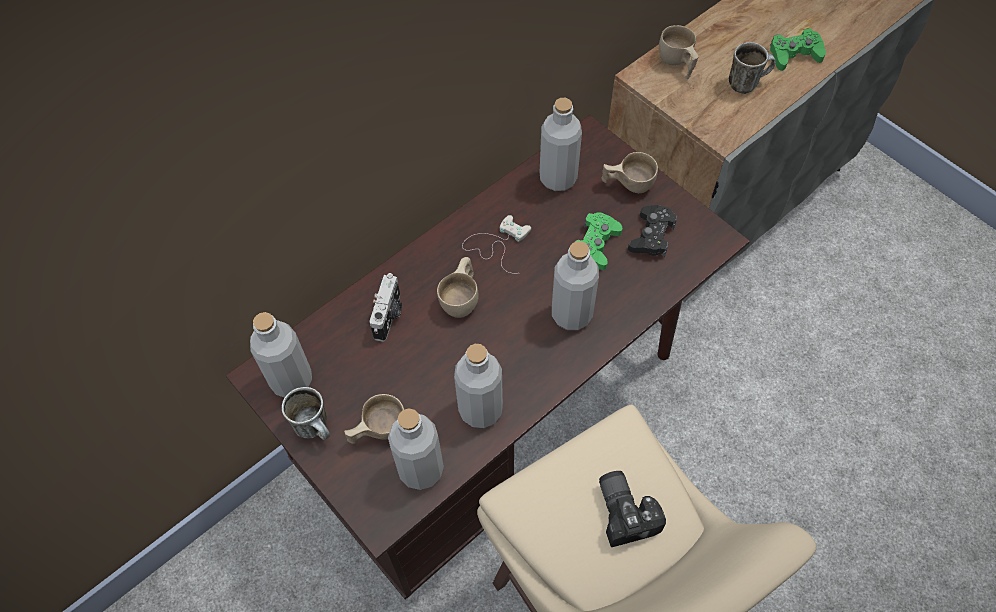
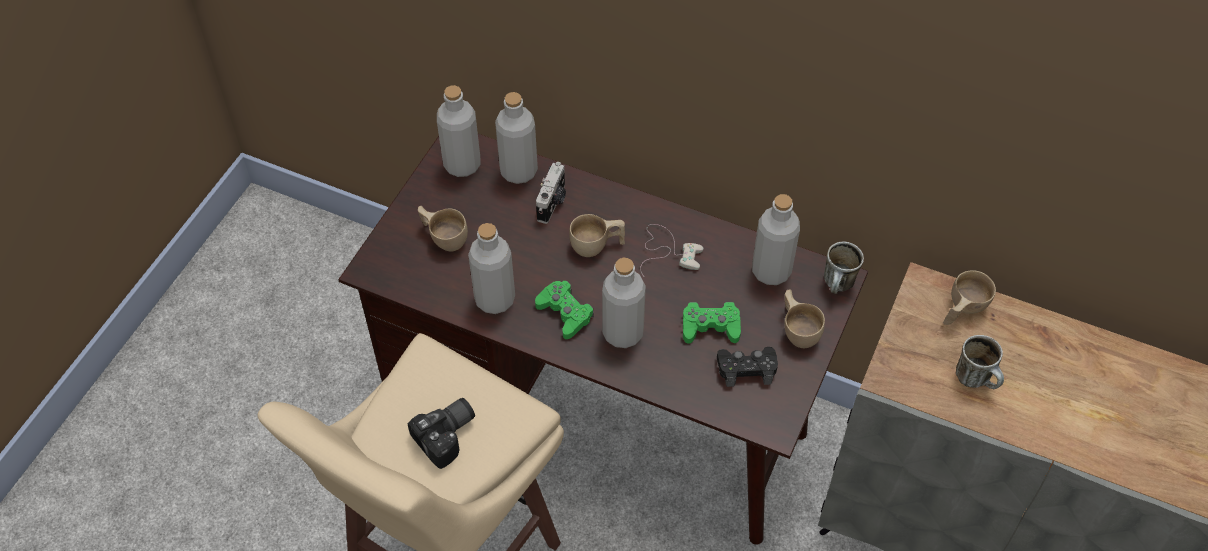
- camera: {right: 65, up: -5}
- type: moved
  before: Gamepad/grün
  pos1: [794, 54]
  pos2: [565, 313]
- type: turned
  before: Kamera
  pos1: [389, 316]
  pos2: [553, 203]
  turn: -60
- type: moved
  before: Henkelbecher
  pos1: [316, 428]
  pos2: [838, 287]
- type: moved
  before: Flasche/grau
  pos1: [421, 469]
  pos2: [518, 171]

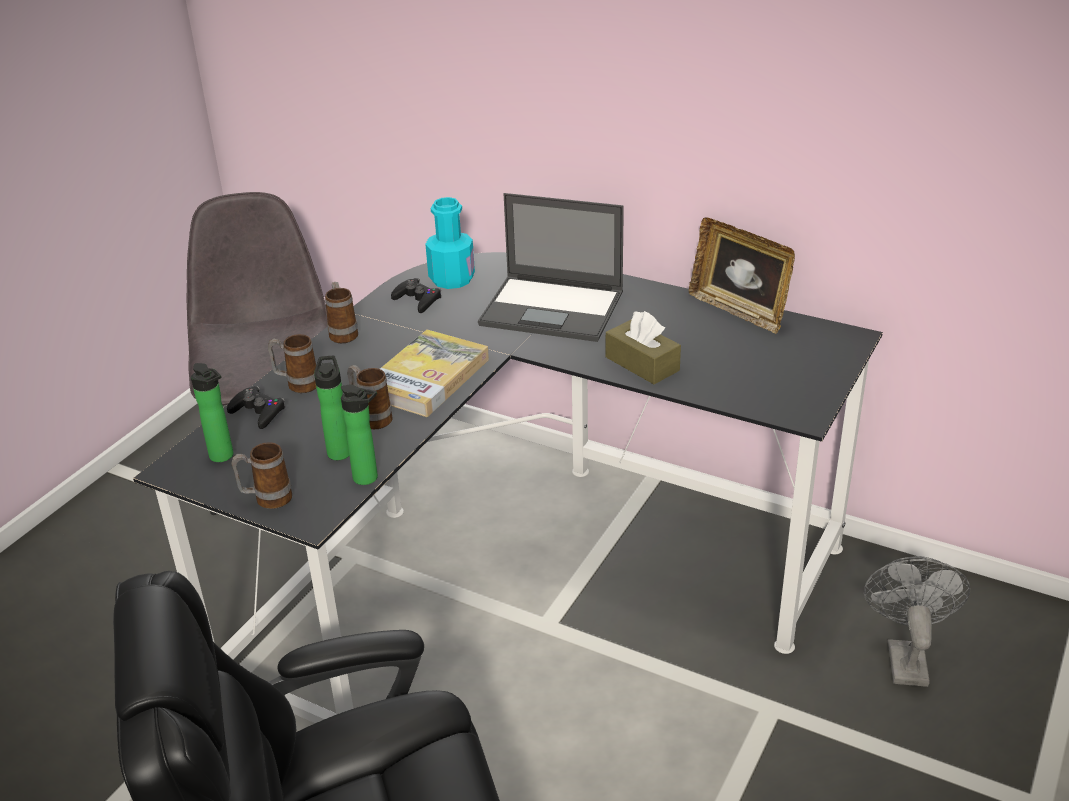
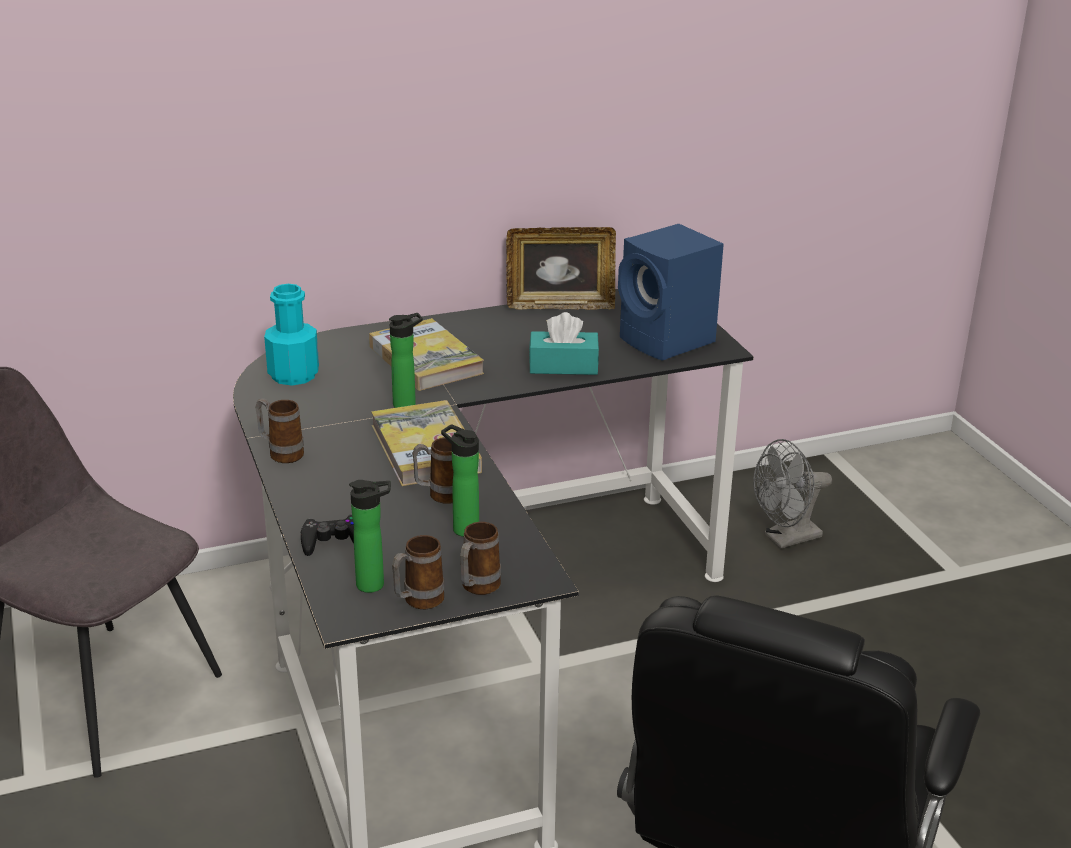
- camera: {right: -50, up: -5}
- type: replaced
  before: Laptop
  after: Buch
  pos1: [554, 309]
  pos2: [425, 360]
- type: removed
  before: Gamepad/schwarz
  pos1: [417, 300]
- type: recoloured
  before: Taschentuchbox/braun
  after: Taschentuchbox/türkis
  pos1: [642, 364]
  pos2: [563, 366]
- type: moved
  before: Henkelbecher
  pos1: [297, 385]
  pos2: [417, 602]
- type: moved
  before: Flasche
  pos1: [369, 478]
  pos2: [408, 404]
- type: turned
  before: Ventilator/grau
  pos1: [905, 657]
  pos2: [786, 539]
  turn: -75
- type: added
  after: Lautsprecher/blau
  pos2: [668, 342]

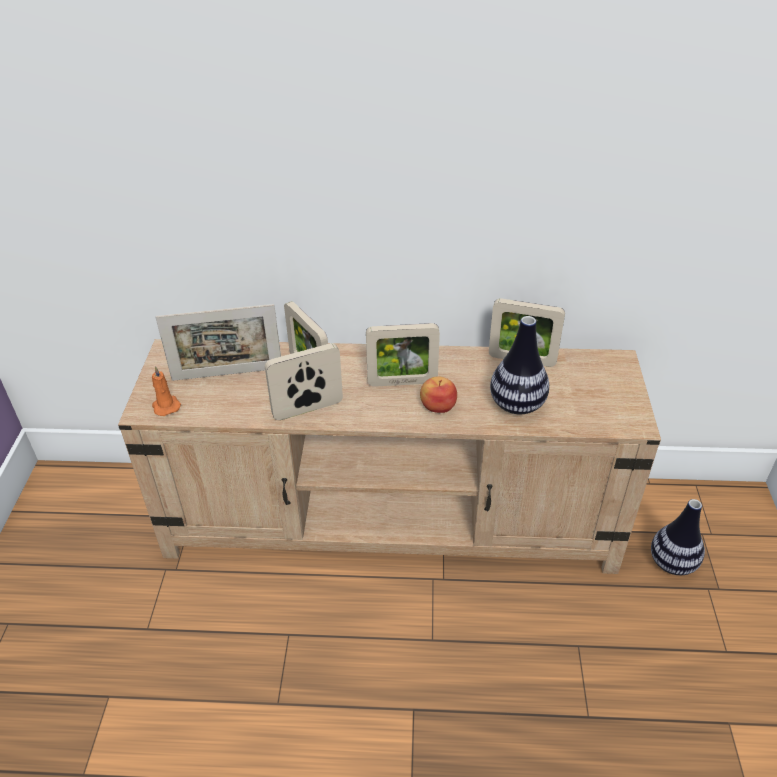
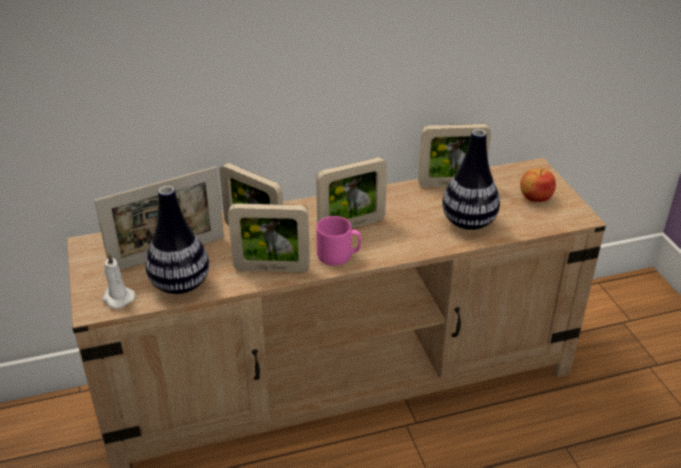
- camera: {right: -20, up: -5}
- type: turned
  before: Bilderrahmen
  pos1: [308, 409]
  pos2: [271, 268]
  turn: -135
- type: recoloured
  before: Kerze/orange
  after: Kerze/weiß
  pos1: [166, 406]
  pos2: [117, 298]
- type: moved
  before: Apfel
  pos1: [438, 406]
  pos2: [535, 197]
- type: moved
  before: Vase
  pos1: [672, 563]
  pos2: [180, 284]
- type: added
  after: Henkelbecher/rosa
  pos2: [339, 256]

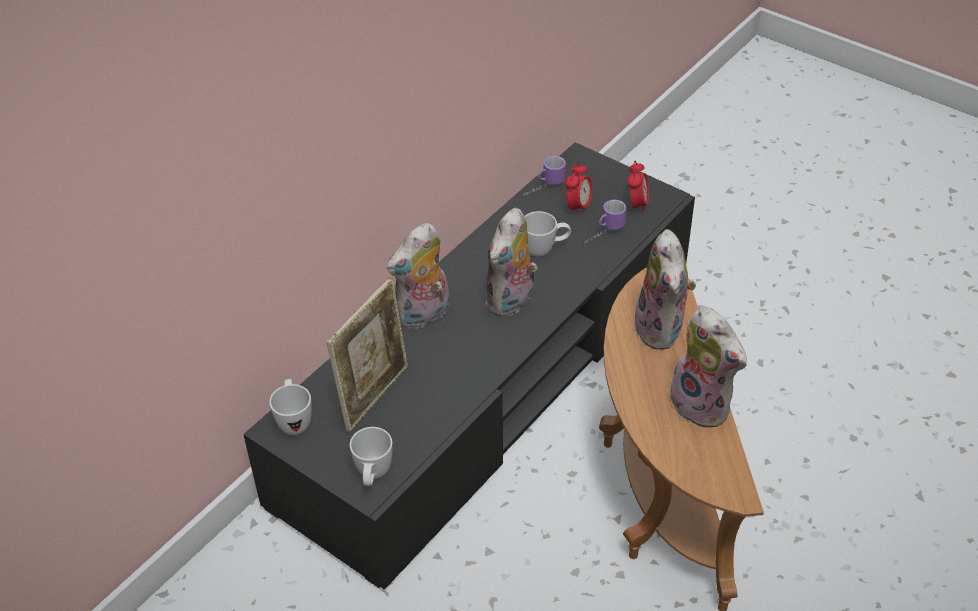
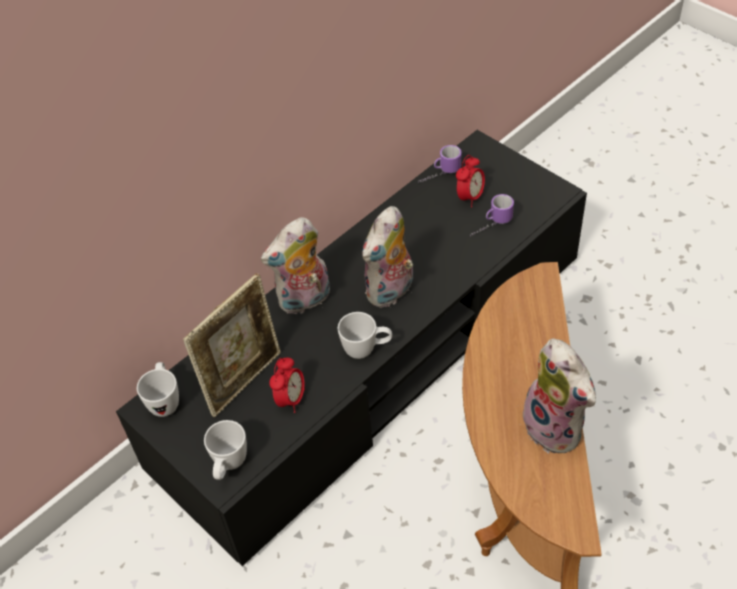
- camera: {right: 10, up: 5}
- type: moved
  before: Wecker
  pos1: [637, 205]
  pos2: [291, 399]
- type: moved
  before: Henkelbecher/weiß
  pos1: [545, 249]
  pos2: [366, 349]
- type: removed
  before: Plüschtier
  pos1: [662, 330]

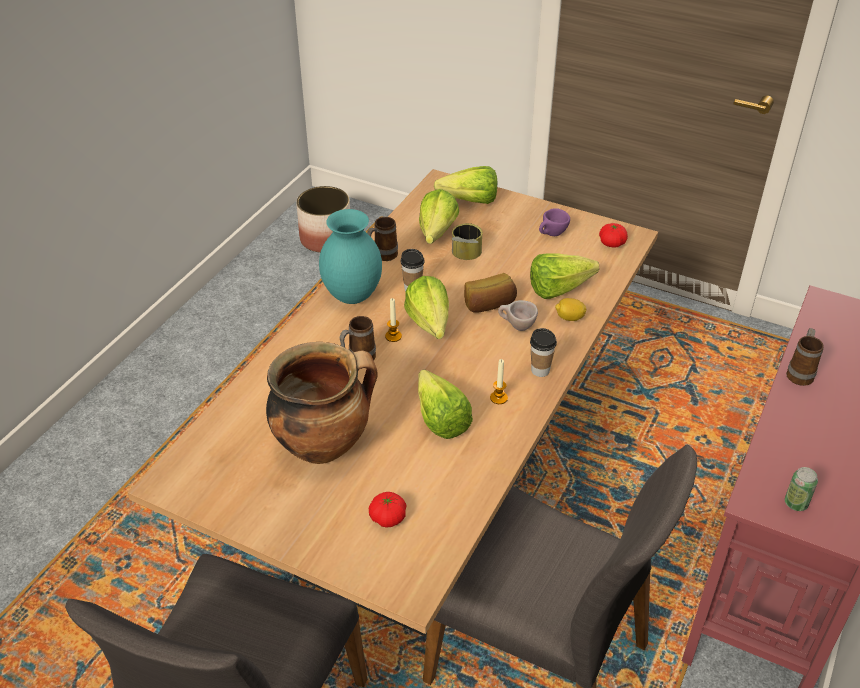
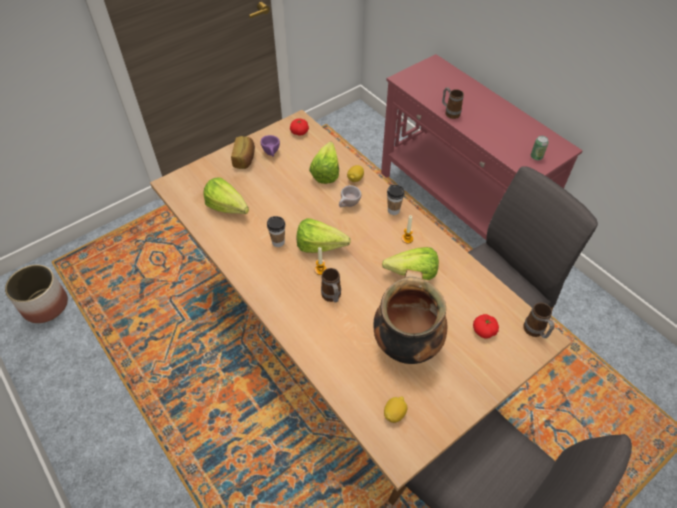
- camera: {right: -65, up: 10}
- type: removed
  before: Salatkopf
  pos1: [465, 200]
- type: removed
  before: Vase/türkis
  pos1: [353, 295]
- type: moved
  before: Henkelbecher
  pos1: [382, 256]
  pos2: [535, 332]
- type: removed
  before: Dose
  pos1: [465, 256]
- type: moved
  before: Brot
  pos1: [489, 305]
  pos2: [245, 159]
- type: added
  after: Zitrone
  pos2: [394, 413]

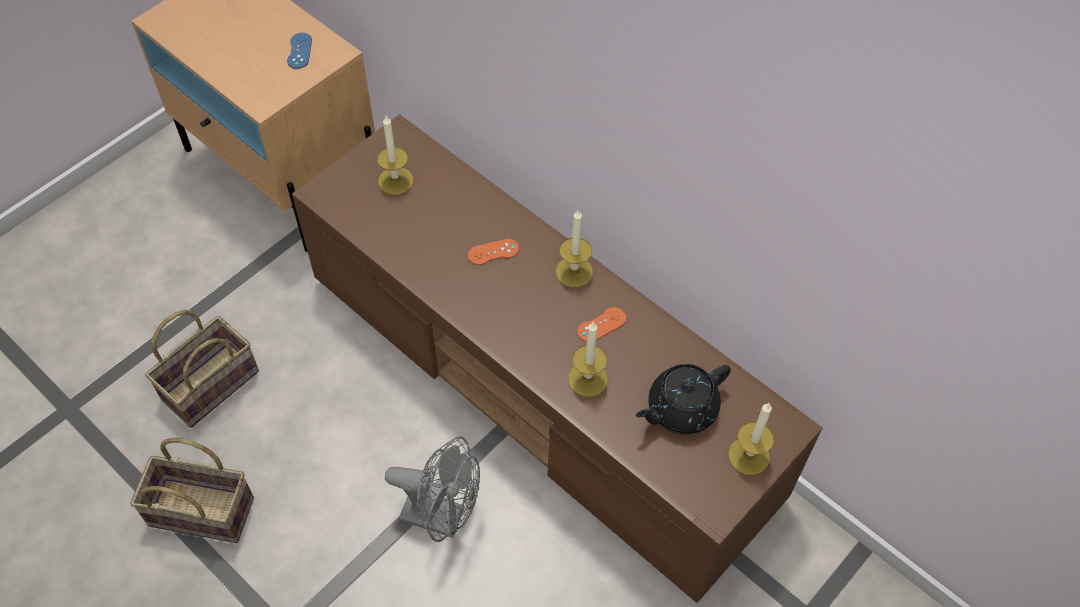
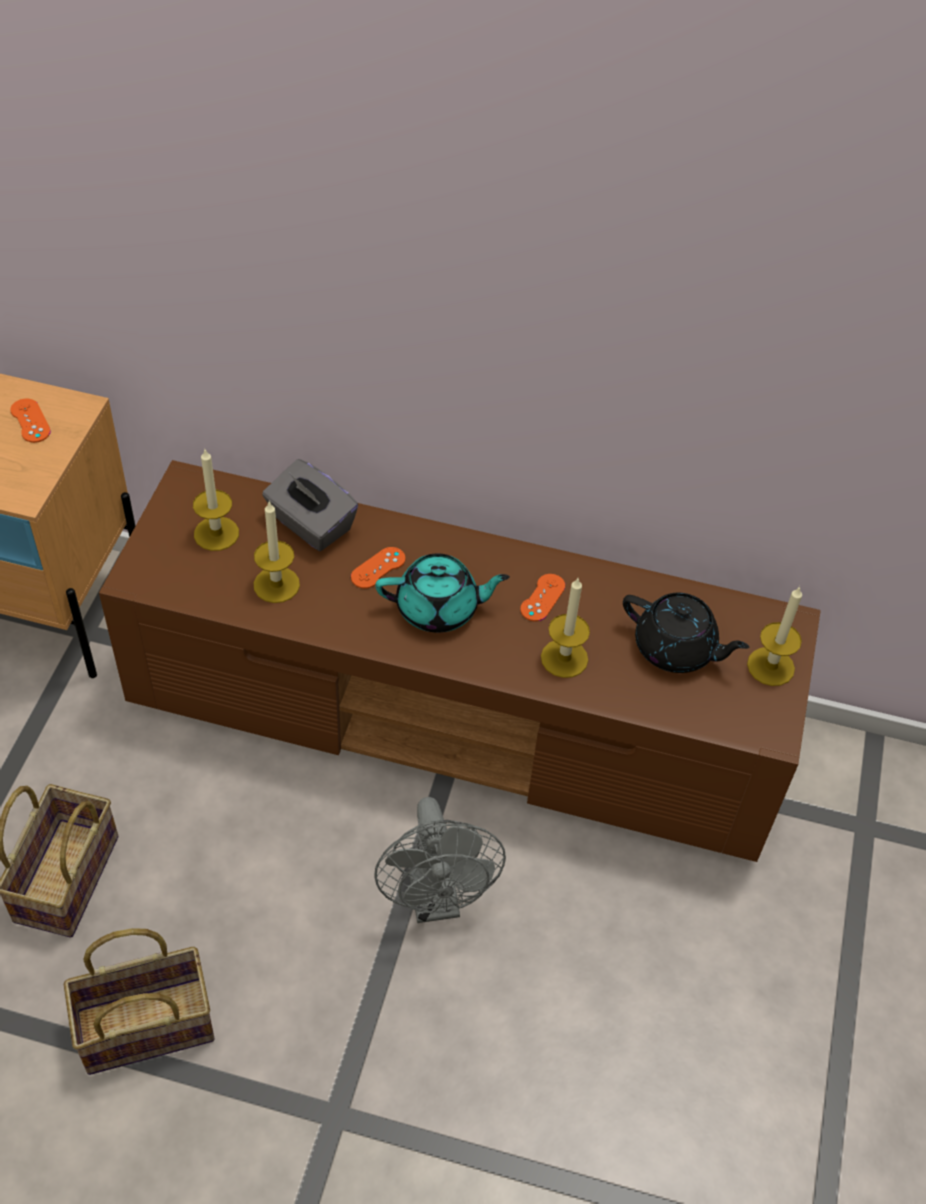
- camera: {right: -30, up: -5}
- type: recoloured
  before: Gamepad/blau
  after: Gamepad/orange
  pos1: [299, 51]
  pos2: [30, 421]
- type: moved
  before: Kerze
  pos1: [574, 272]
  pos2: [276, 584]
- type: turned
  before: Teekanne/schwarz
  pos1: [680, 409]
  pos2: [676, 649]
  turn: -90
- type: turned
  before: Ventilator/grau
  pos1: [442, 517]
  pos2: [436, 900]
  turn: 90
- type: added
  after: Taschentuchbox/grau
  pos2: [310, 524]
- type: added
  after: Teekanne/türkis
  pos2: [439, 608]

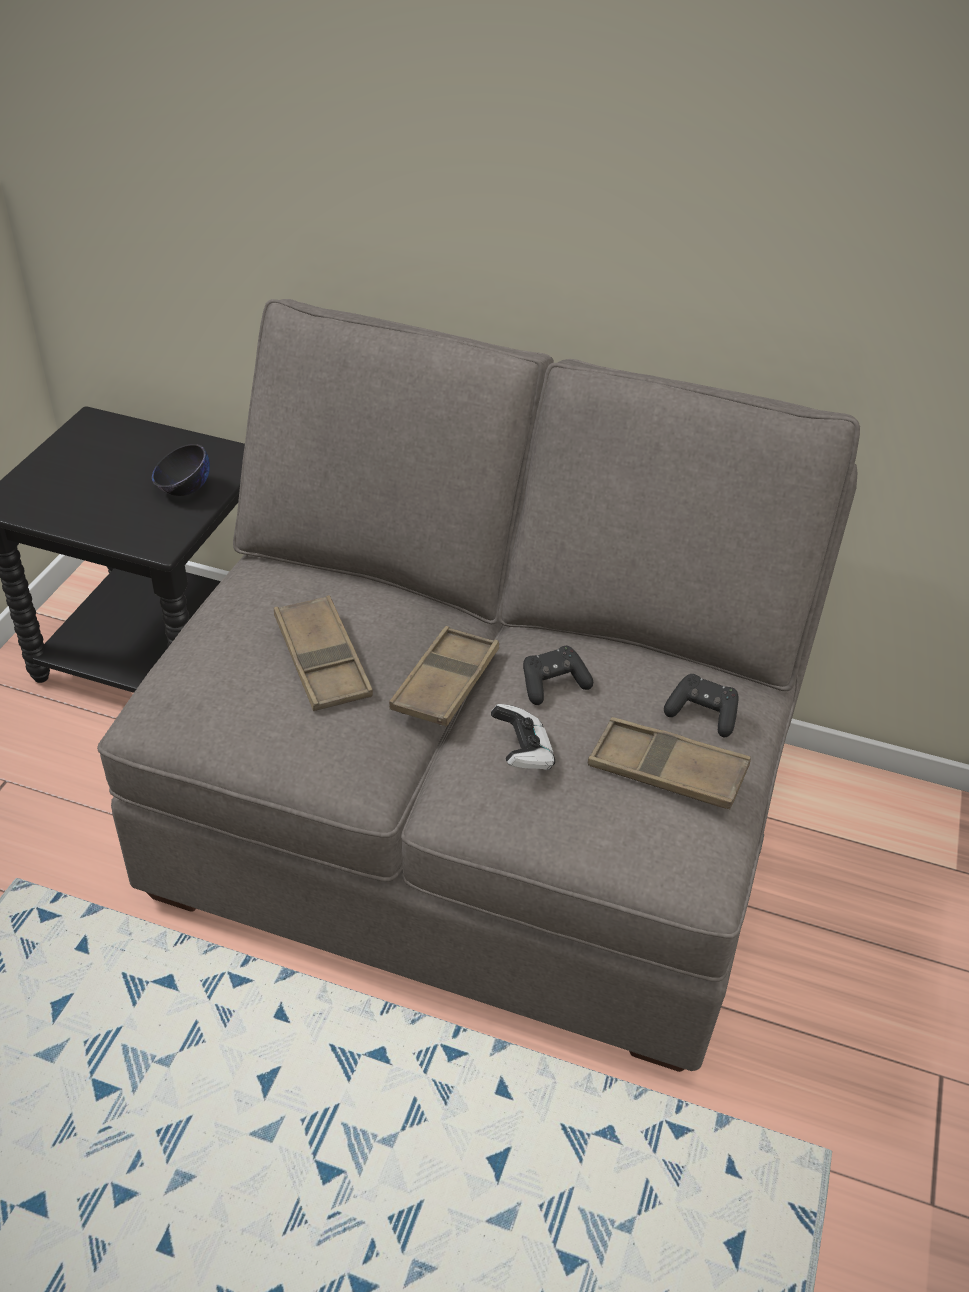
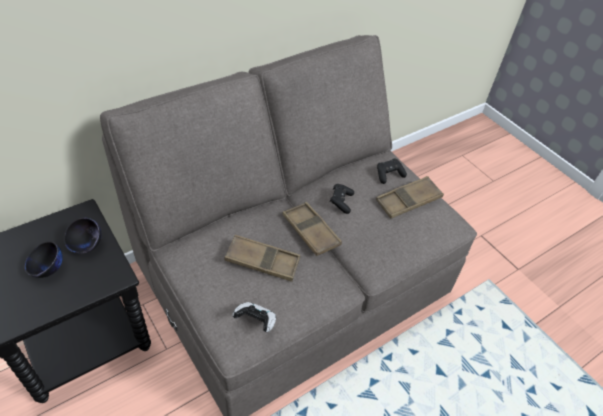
- camera: {right: -55, up: 5}
- type: moved
  before: Gamepad
  pos1: [522, 753]
  pos2: [256, 321]
- type: added
  after: Schüssel/schwarz
  pos2: [47, 269]

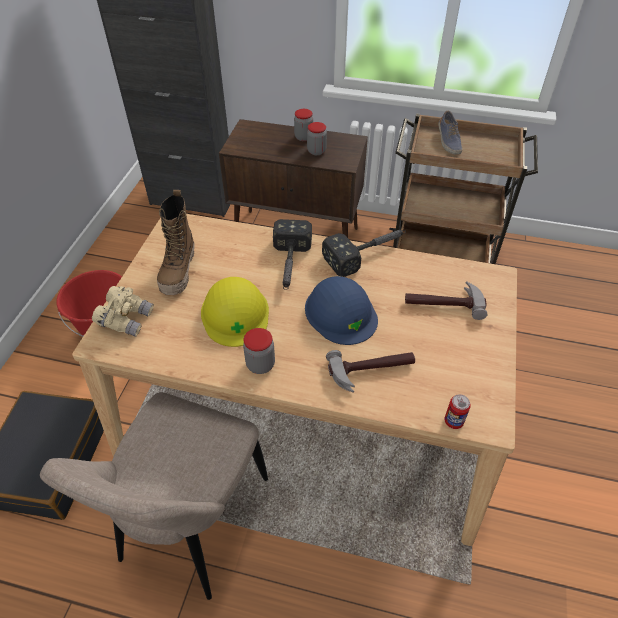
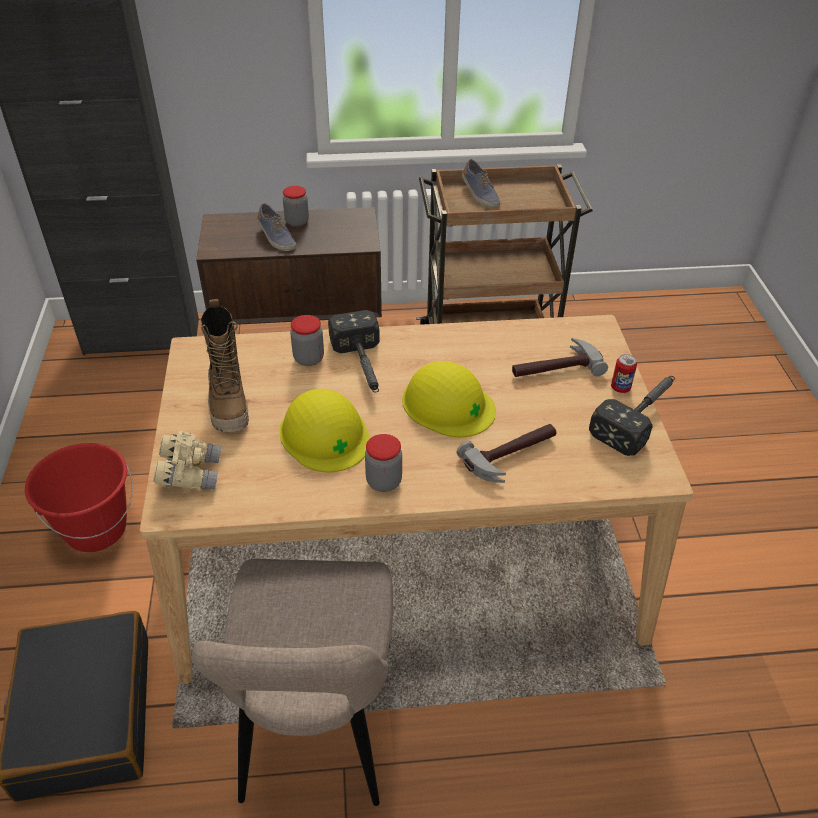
- camera: {right: -20, up: -5}
- type: moved
  before: Vorratsglas
  pos1: [316, 151]
  pos2: [308, 358]
- type: moved
  before: Hammer
  pos1: [368, 253]
  pos2: [640, 416]
- type: recoloured
  before: Schutzhelm/blau
  after: Schutzhelm/gelb
  pos1: [341, 312]
  pos2: [448, 404]
- type: moved
  before: Dose
  pos1: [453, 421]
  pos2: [620, 388]
- type: added
  after: Schuh
  pos2: [275, 238]

